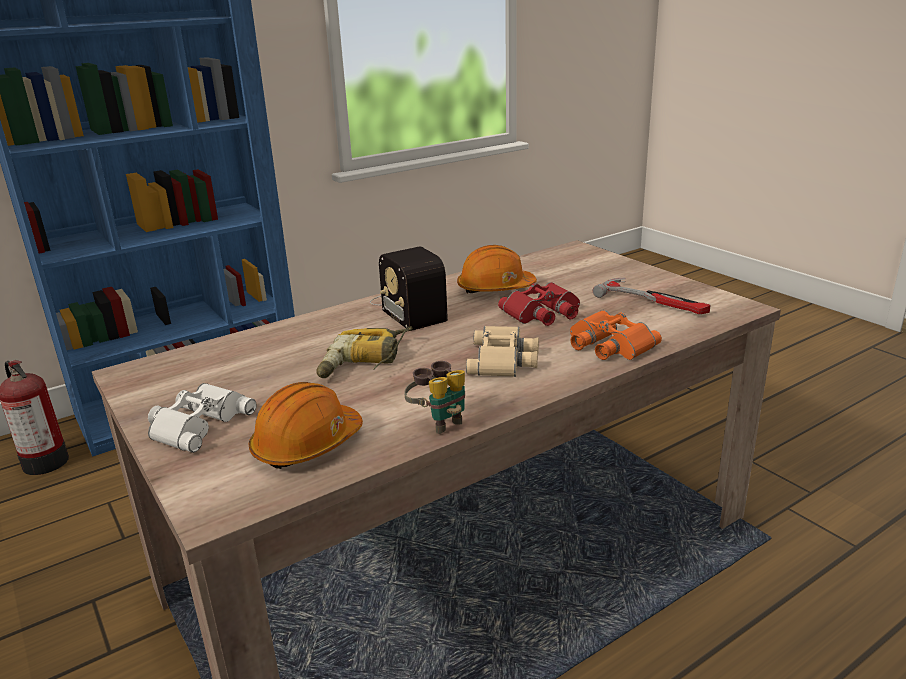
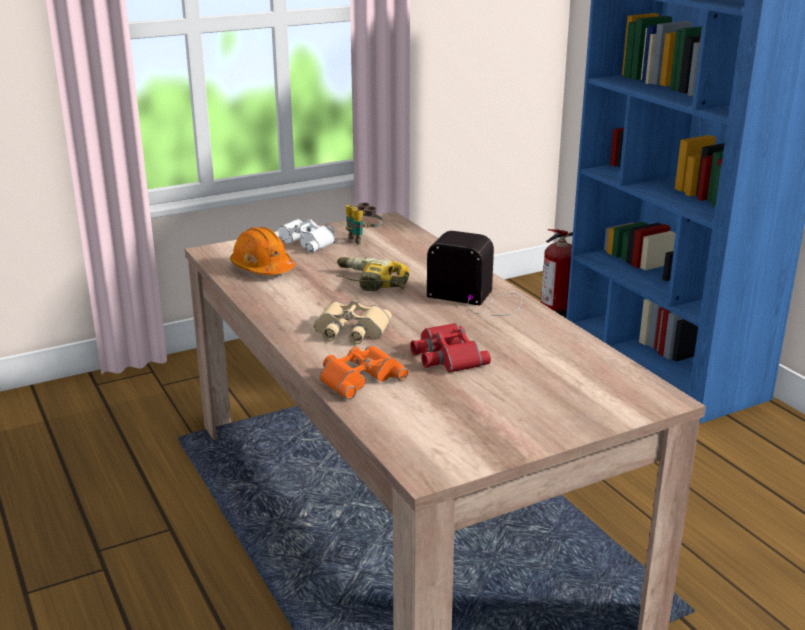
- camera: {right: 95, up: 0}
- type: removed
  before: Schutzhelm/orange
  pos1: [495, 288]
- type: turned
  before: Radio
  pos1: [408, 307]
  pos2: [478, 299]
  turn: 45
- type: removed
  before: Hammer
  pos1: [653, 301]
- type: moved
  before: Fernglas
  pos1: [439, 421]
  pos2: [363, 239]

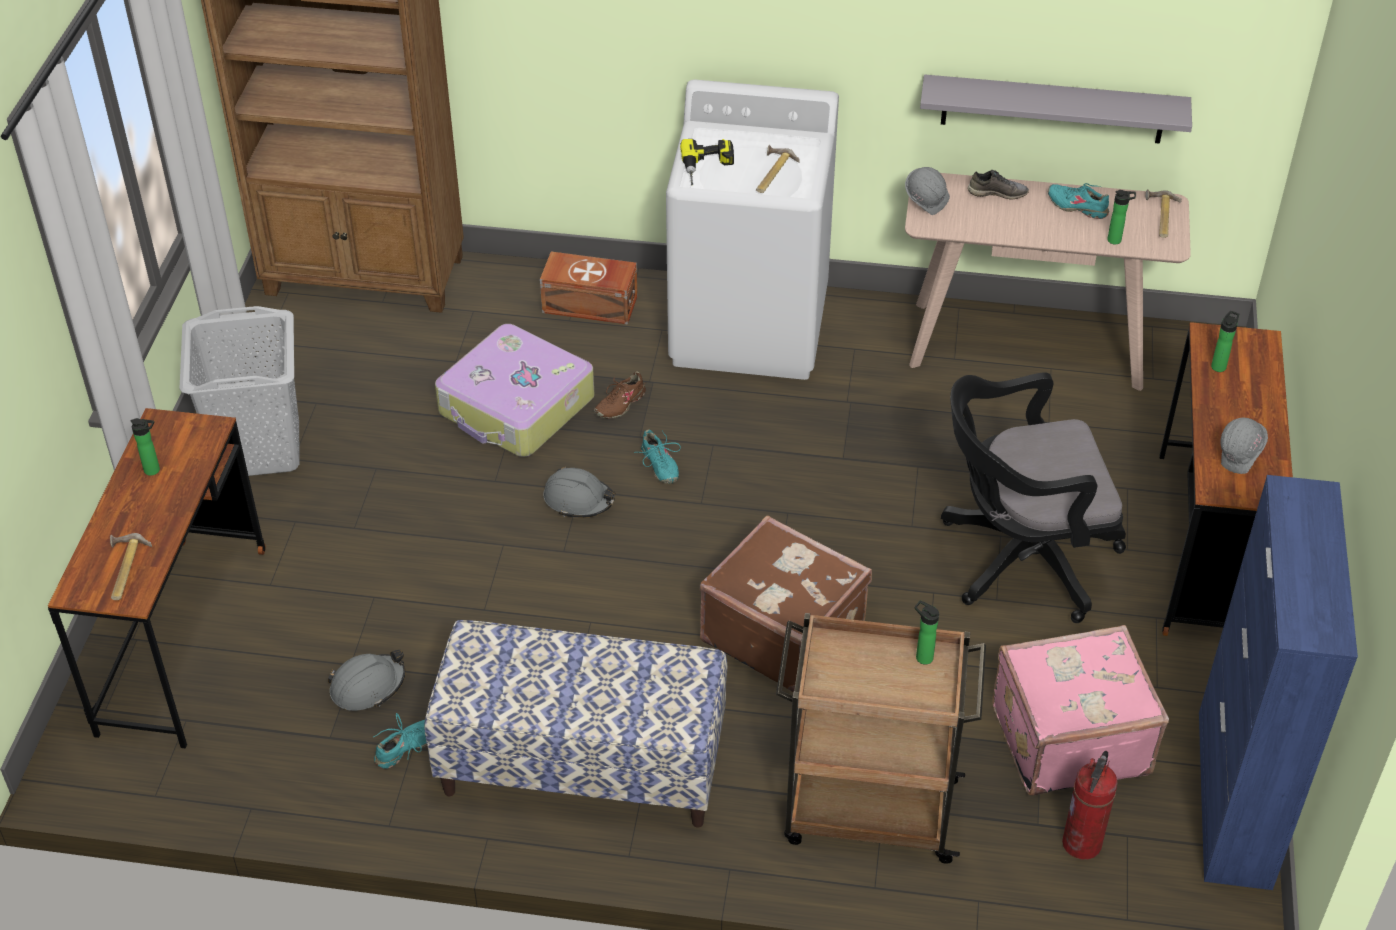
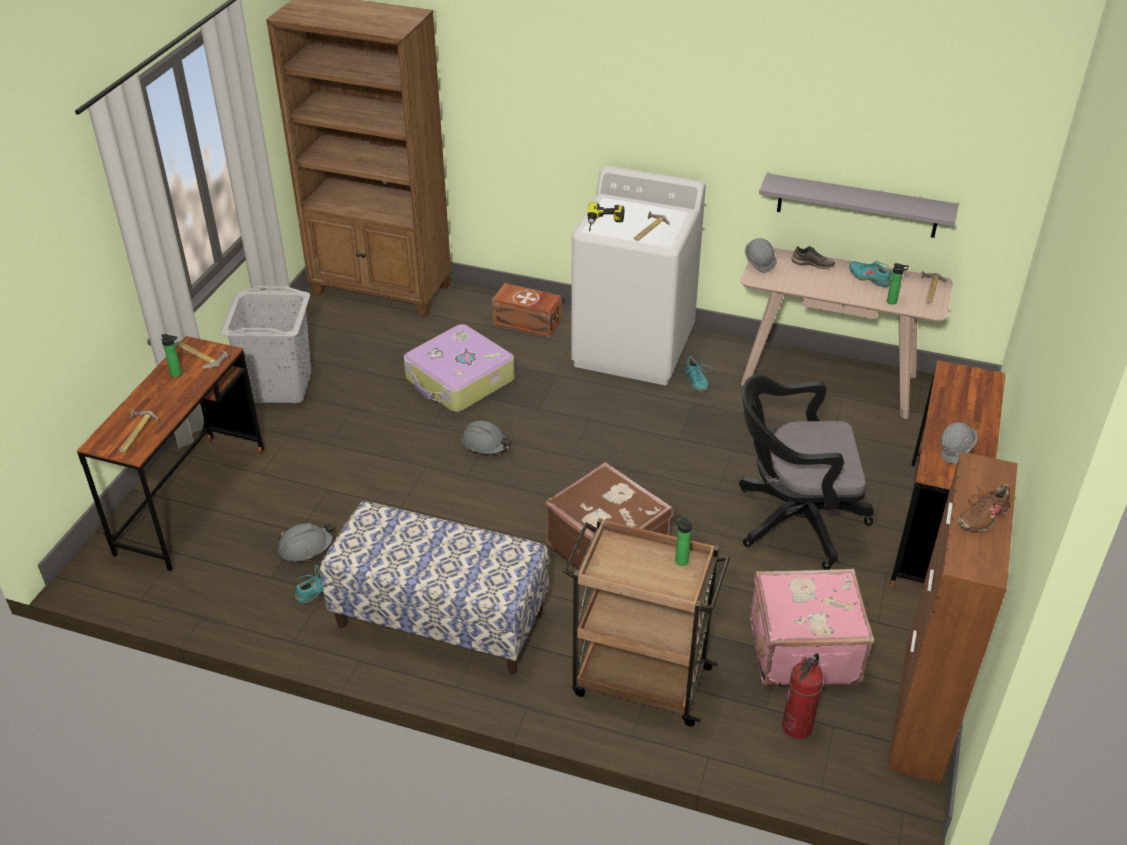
- camera: {right: 10, up: -5}
- type: removed
  before: Flasche
  pos1: [1219, 365]
- type: moved
  before: Schuh/braun
  pos1: [620, 404]
  pos2: [982, 517]
- type: moved
  before: Schuh/türkis
  pos1: [659, 466]
  pos2: [695, 381]
- type: recoloured
  before: Schrank/blau
  after: Schrank/braun
  pos1: [1233, 799]
  pos2: [922, 711]
- type: added
  after: Hammer
  pos2: [201, 356]

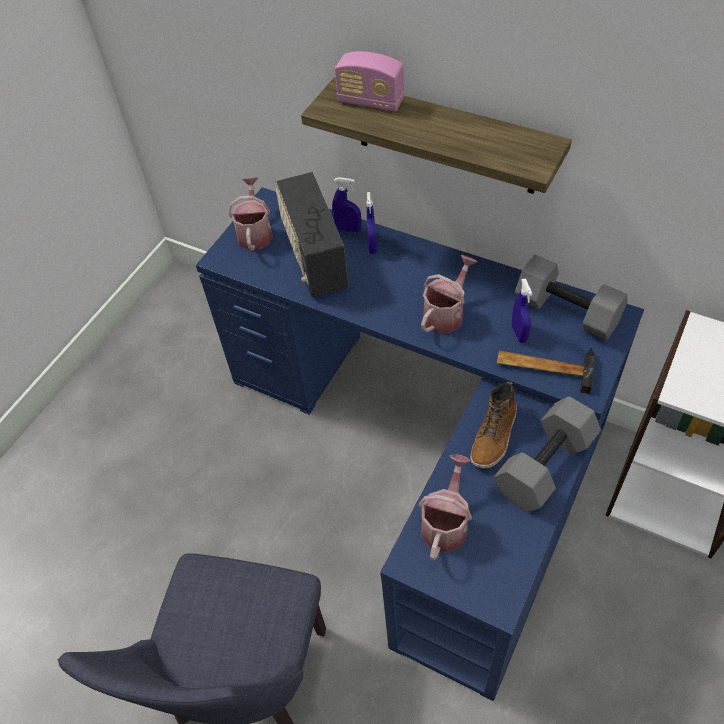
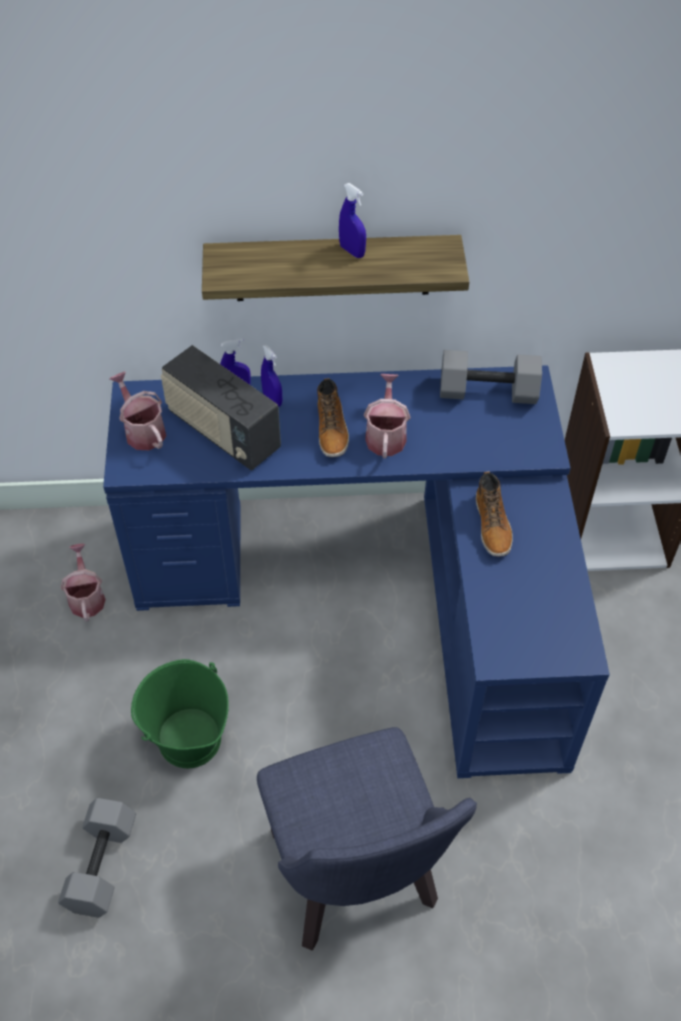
- camera: {right: -35, up: 0}
- type: removed
  before: Radio
  pos1: [371, 102]
- type: moved
  before: Sprühflasche/blau
  pos1: [519, 333]
  pos2: [352, 251]
- type: removed
  before: Hammer
  pos1: [544, 366]
- type: moved
  before: Hantel/grau
  pos1: [545, 467]
  pos2: [103, 866]
- type: moved
  before: Gießkanne
  pos1: [446, 522]
  pos2: [86, 597]
- type: added
  after: Stiefel
  pos2: [332, 430]
- type: added
  after: Eimer/grün
  pos2: [188, 740]

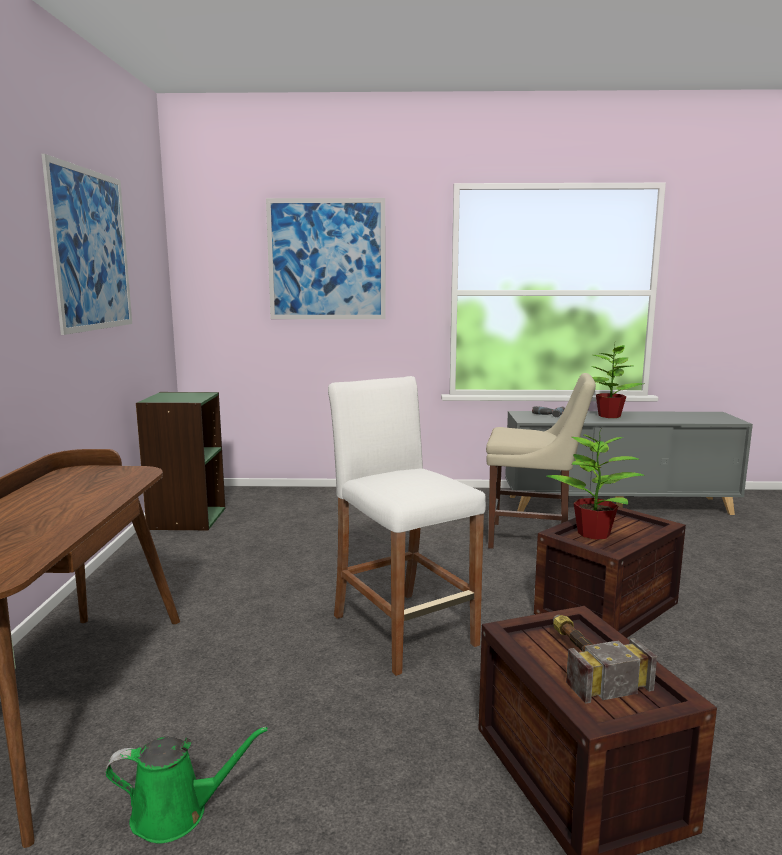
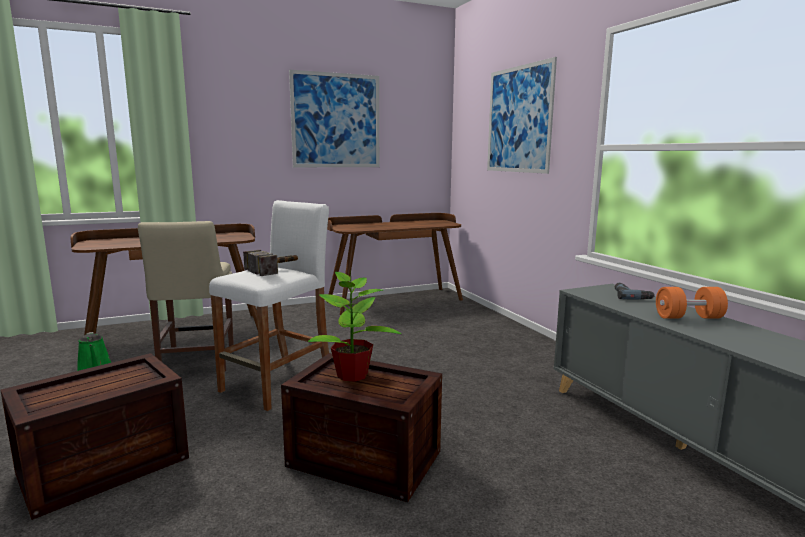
- camera: {right: 65, up: 0}
- type: replaced
  before: Topfpflanze
  after: Hantel/orange
  pos1: [609, 416]
  pos2: [688, 317]
- type: moved
  before: Stuhl/beige
  pos1: [533, 539]
  pos2: [196, 362]
- type: replaced
  before: Bücherregal/grün
  after: Schreibtisch/braun
  pos1: [186, 518]
  pos2: [394, 300]
- type: moved
  before: Hammer
  pos1: [584, 662]
  pos2: [281, 268]

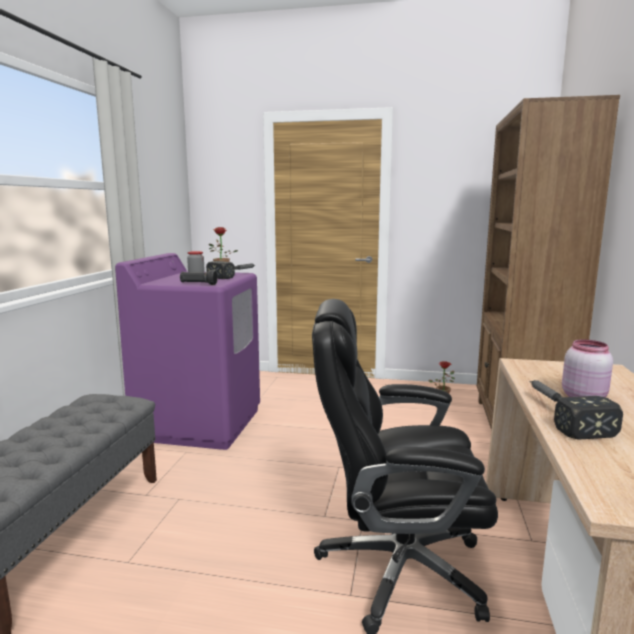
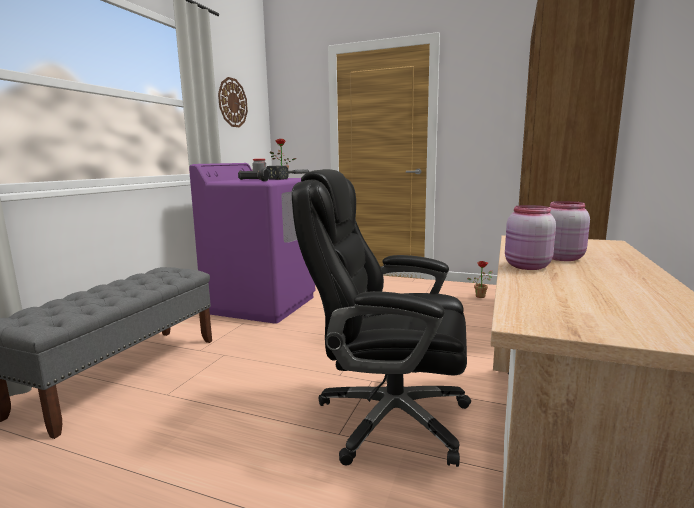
- camera: {right: 10, up: 0}
- type: replaced
  before: Hammer
  after: Vorratsglas/rosa
  pos1: [559, 414]
  pos2: [526, 266]
- type: added
  after: Wanduhr
  pos2: [232, 102]

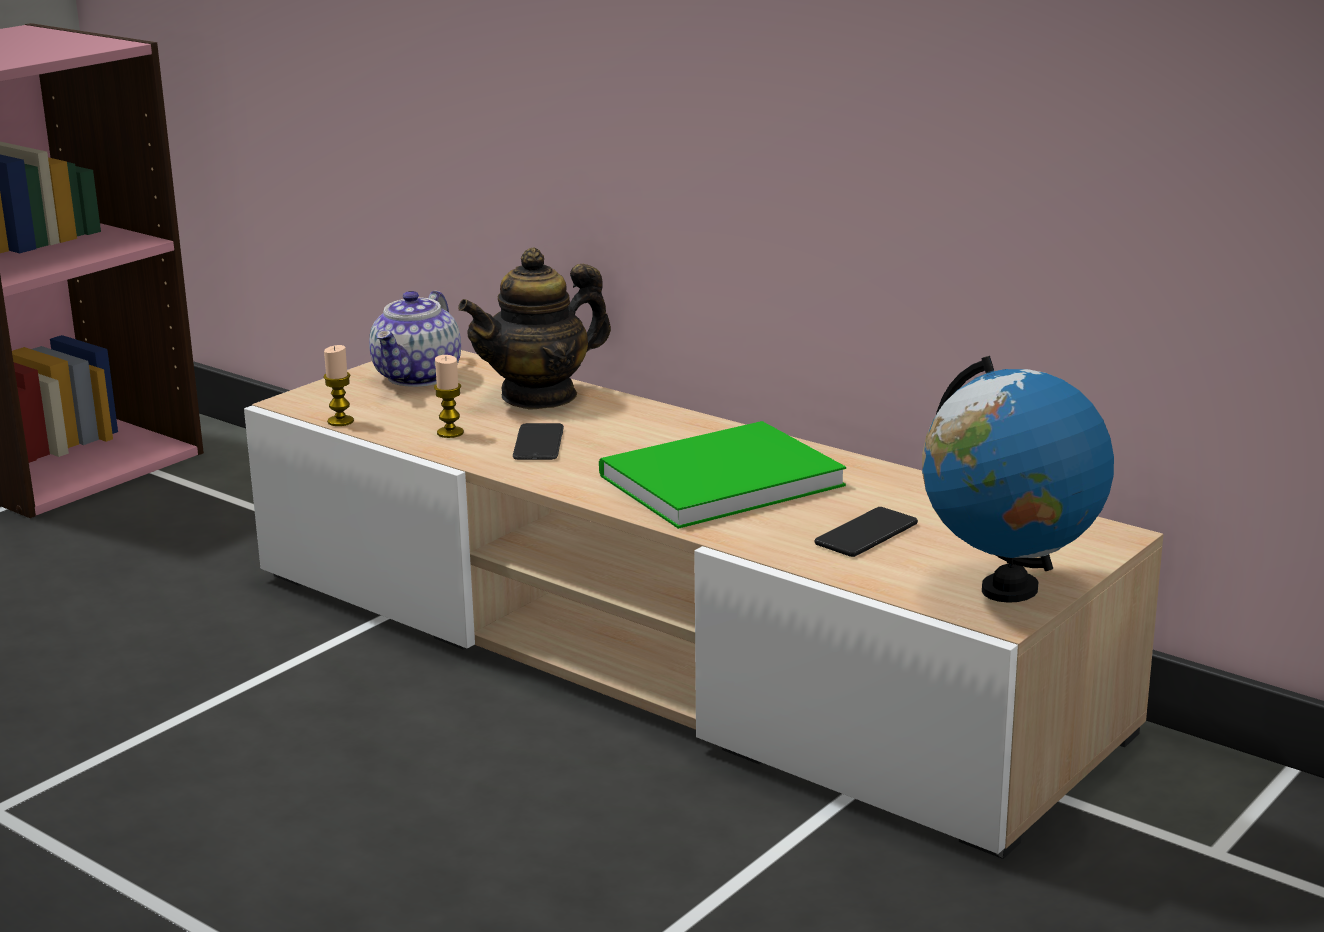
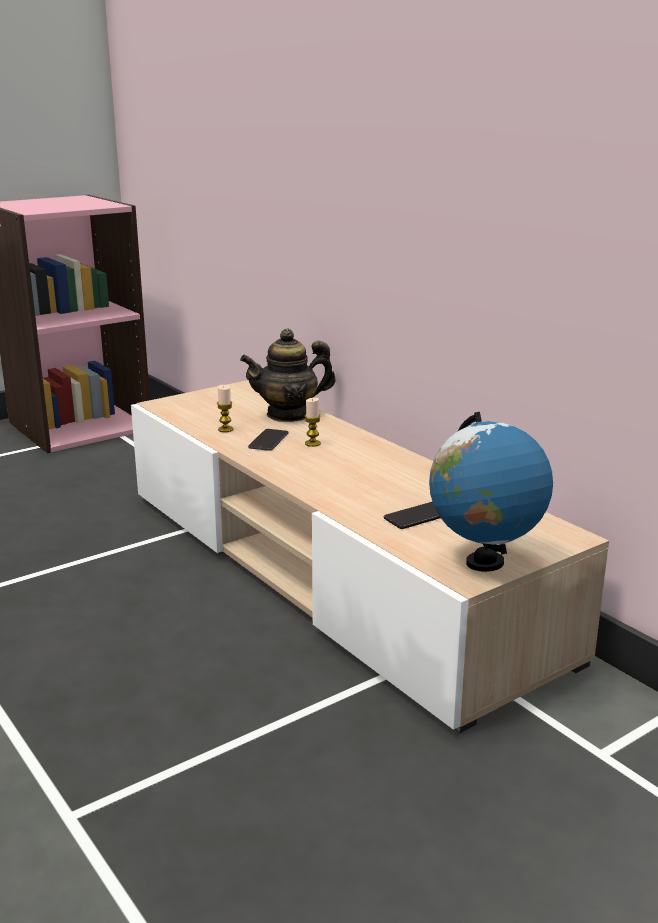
- camera: {right: 15, up: 0}
- type: removed
  before: Teekanne
  pos1: [418, 377]
- type: moved
  before: Kerze
  pos1: [340, 421]
  pos2: [312, 443]
- type: removed
  before: Buch/grün
  pos1: [713, 480]

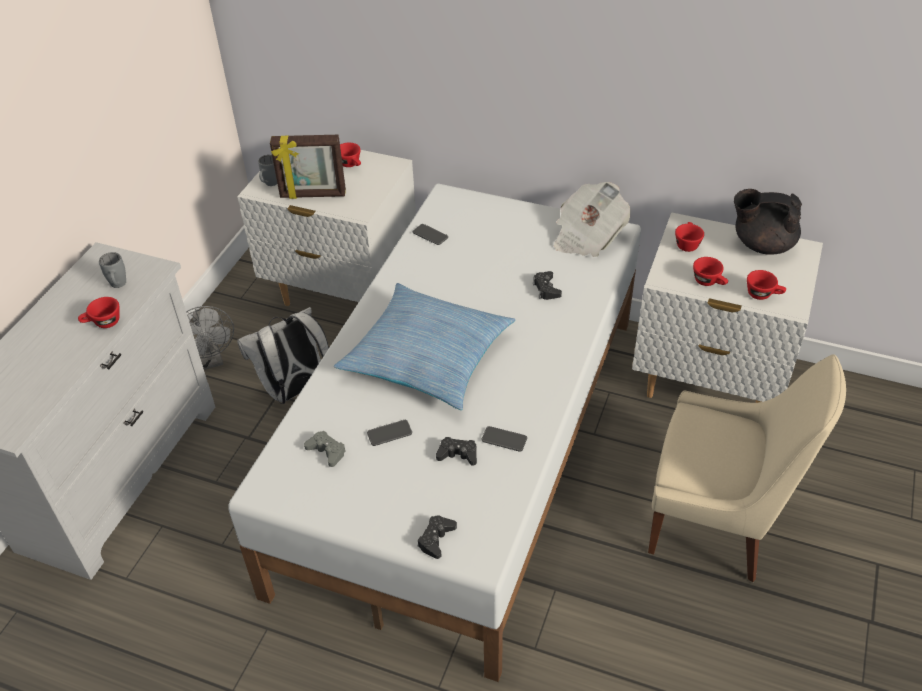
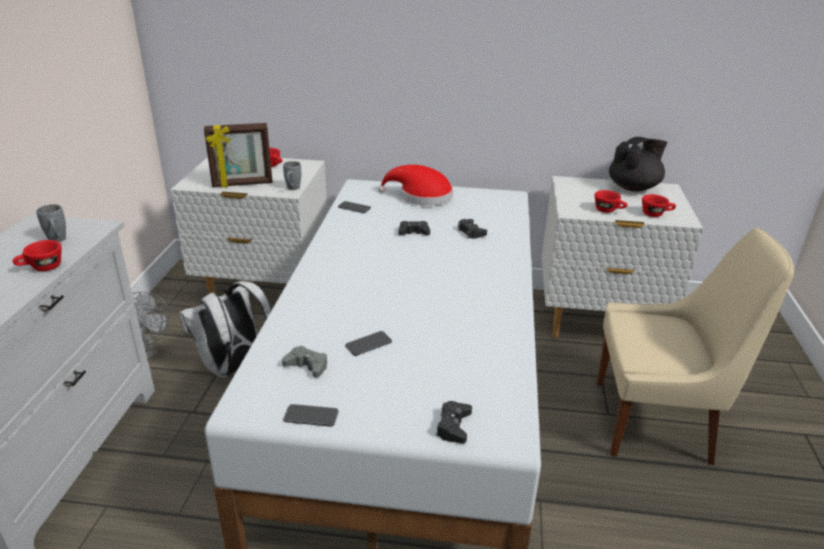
- camera: {right: -15, up: -15}
- type: moved
  before: Henkelbecher/grau
  pos1: [269, 185]
  pos2: [292, 189]
- type: removed
  before: Zeitung
  pos1: [587, 236]
- type: turned
  before: Teekanne/schwarz
  pos1: [761, 244]
  pos2: [634, 188]
  turn: 150
- type: removed
  before: Tasse/rot
  pos1: [686, 243]
- type: removed
  before: Kissen
  pos1: [427, 356]
- type: moved
  before: Handy
  pos1: [504, 439]
  pos2: [311, 416]
- type: moved
  before: Gamepad/schwarz
  pos1: [458, 454]
  pos2: [413, 232]
- type: added
  after: Hut/rot
  pos2: [421, 196]

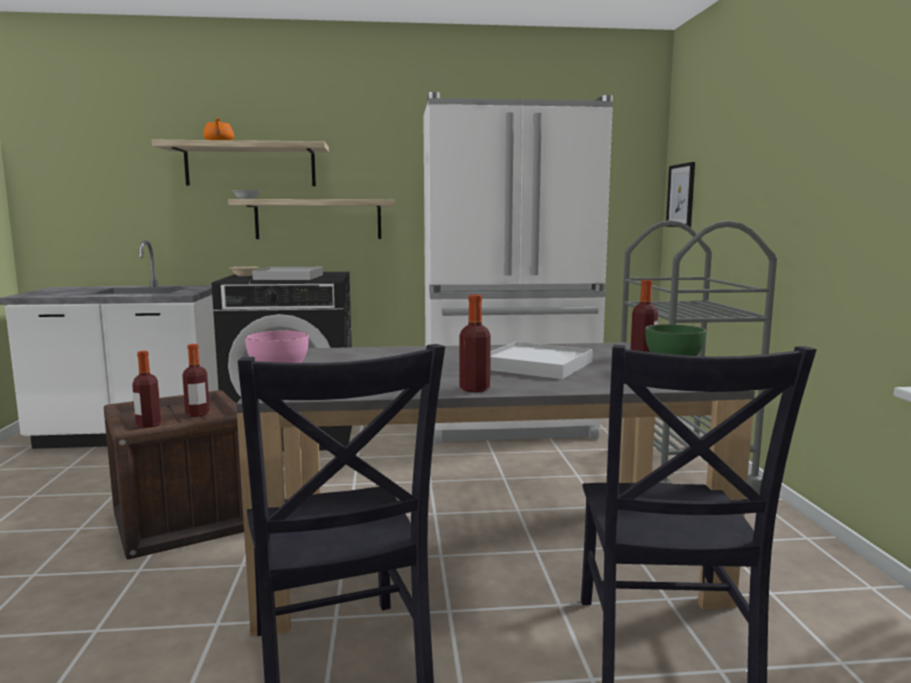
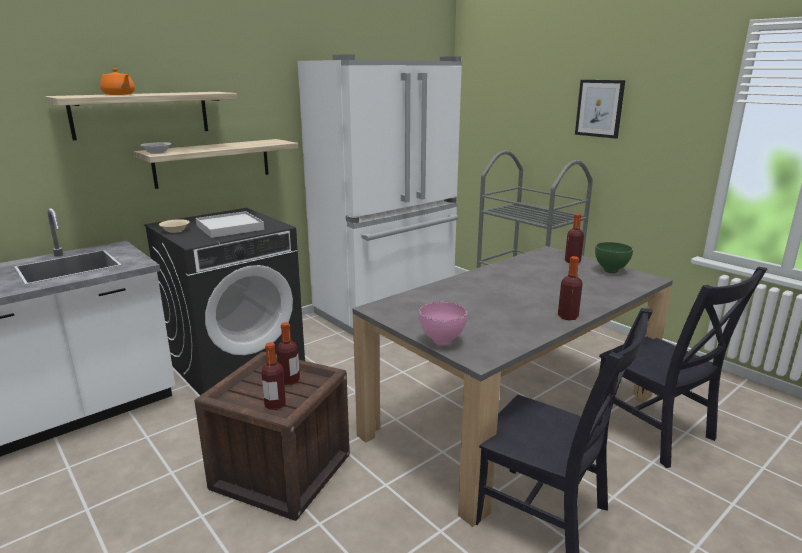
- camera: {right: -35, up: 10}
- type: moved
  before: Bild
  pos1: [681, 195]
  pos2: [599, 108]
- type: removed
  before: Tablett/weiß
  pos1: [537, 365]

